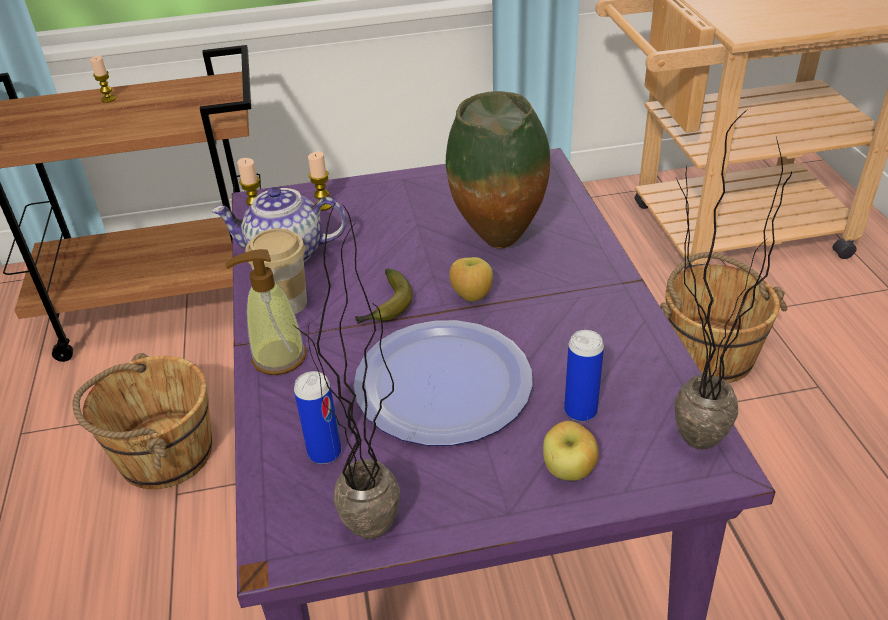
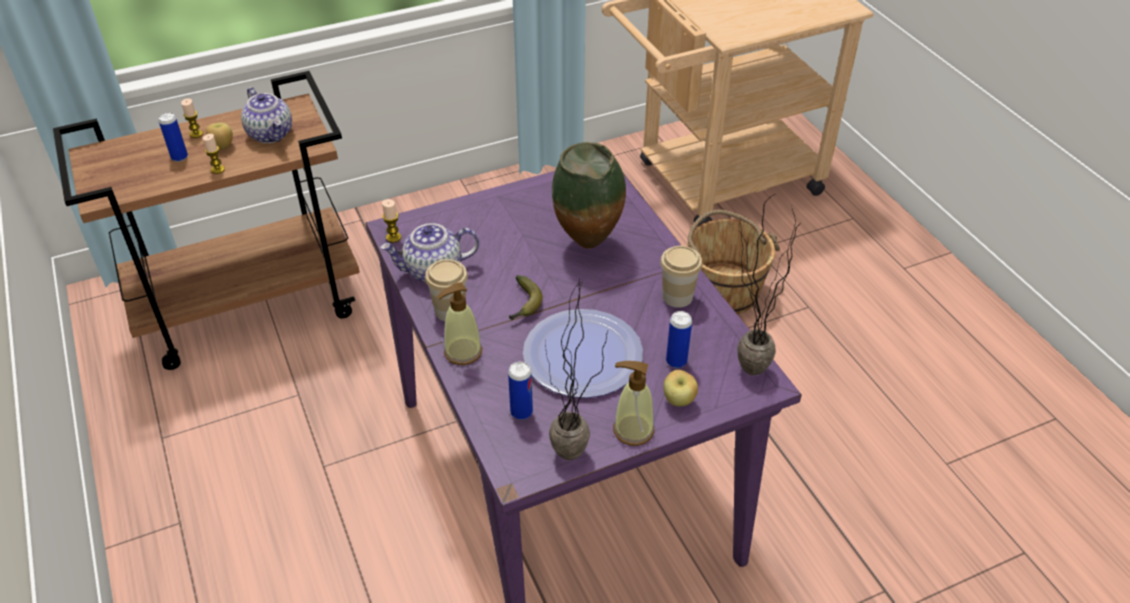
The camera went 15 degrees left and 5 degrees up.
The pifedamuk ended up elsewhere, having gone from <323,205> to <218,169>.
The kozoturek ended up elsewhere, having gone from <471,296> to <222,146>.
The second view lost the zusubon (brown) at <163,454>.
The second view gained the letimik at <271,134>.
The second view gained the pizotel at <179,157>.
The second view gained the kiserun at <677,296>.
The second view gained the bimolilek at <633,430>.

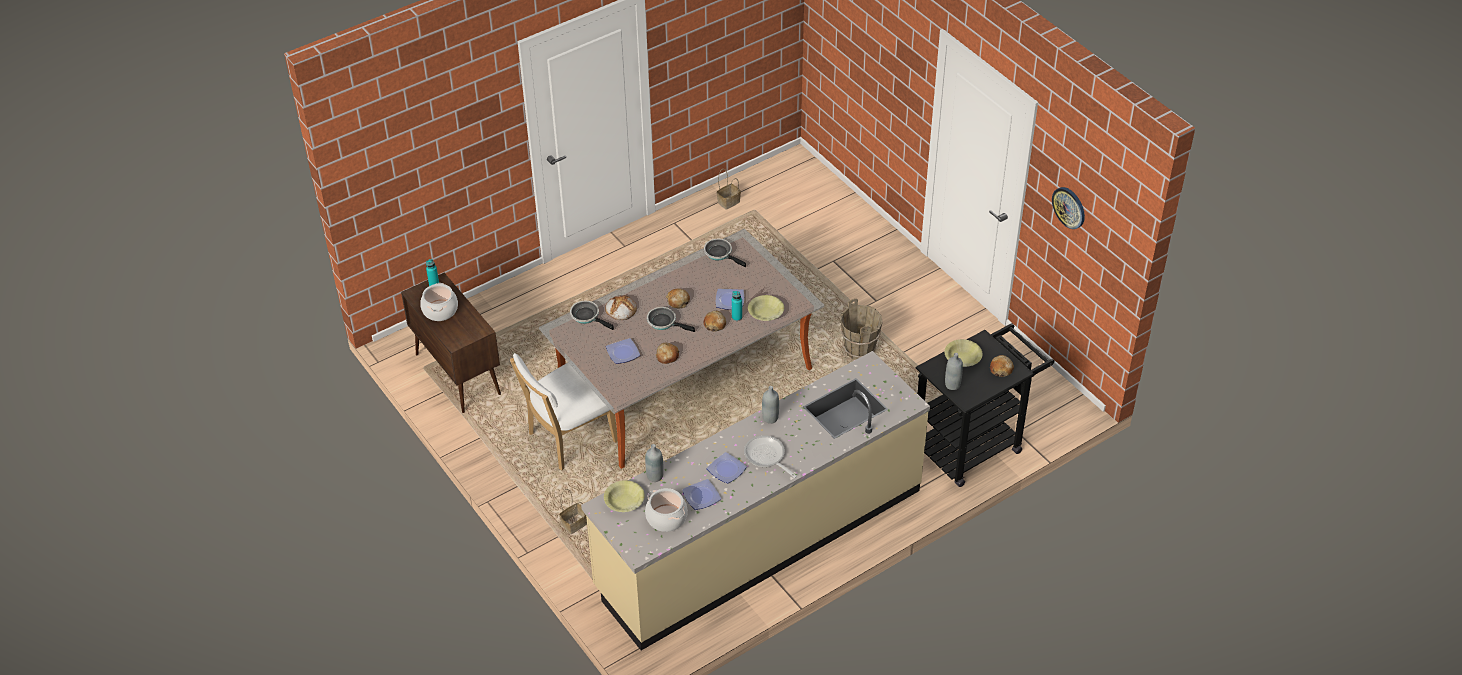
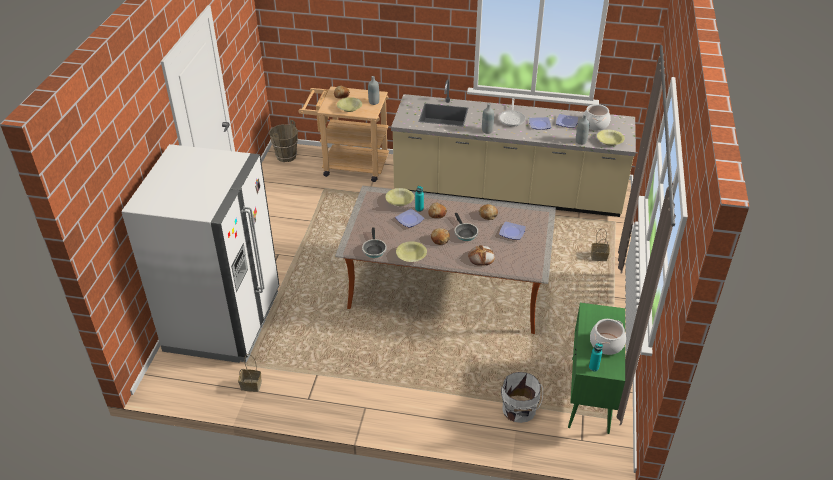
The camera went 135 degrees left and 5 degrees down.
The second view lost the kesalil at <1069,207>.
What was the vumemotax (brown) at <457,374> turned into the vumemotax (green) at <590,395>.
The zusubon (brown) ended up elsewhere, having gone from <859,350> to <286,156>.
The second view lost the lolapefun at <587,316>.
What was the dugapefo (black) at <974,443> turned into the dugapefo (beige) at <349,165>.
The second view lost the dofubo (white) at <568,439>.
The second view gained the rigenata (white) at <223,321>.
The second view gained the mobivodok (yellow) at <411,256>.
The second view gained the zusubon (white) at <519,410>.

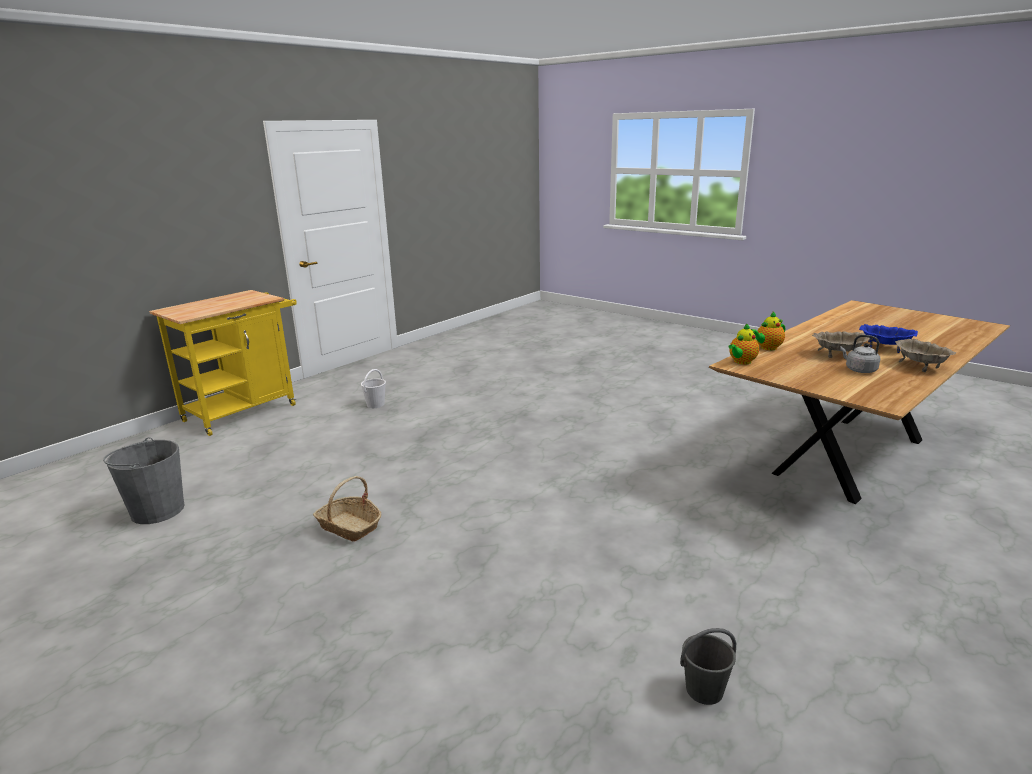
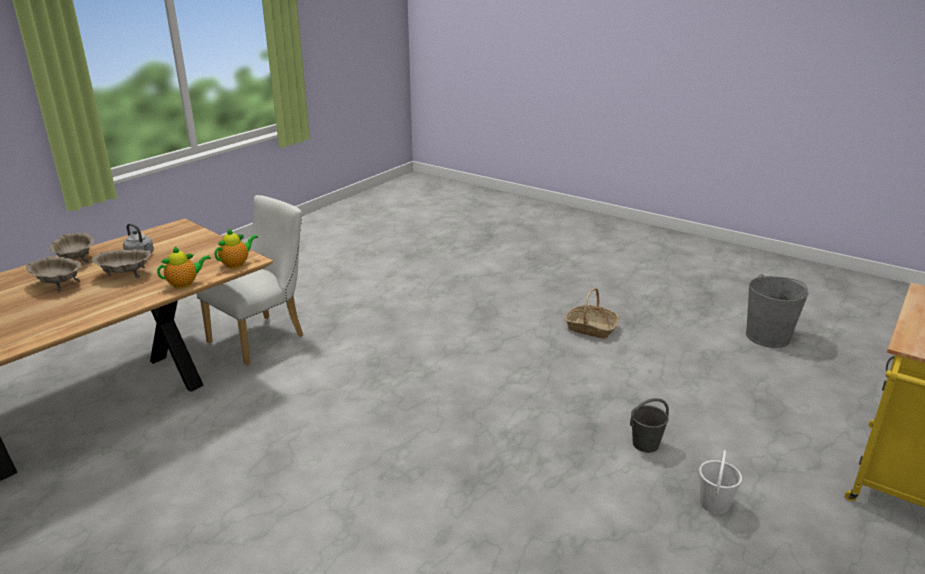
The camera went 175 degrees right and 5 degrees up.
What was the mobivodok (blue) at <884,348> turned into the mobivodok (beige) at <58,284>.
The zusubon (grey) ended up elsewhere, having gone from <703,690> to <646,444>.
The second view gained the dofubo (white) at <263,337>.

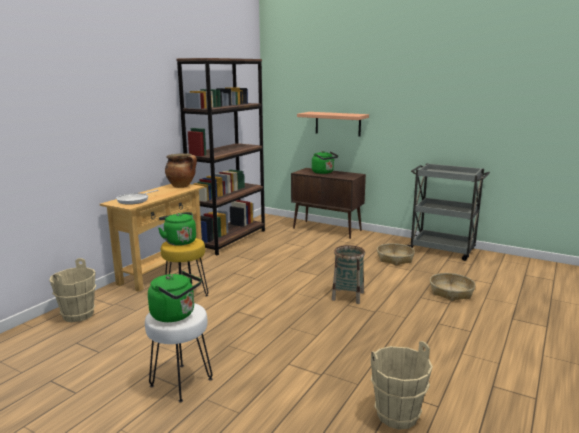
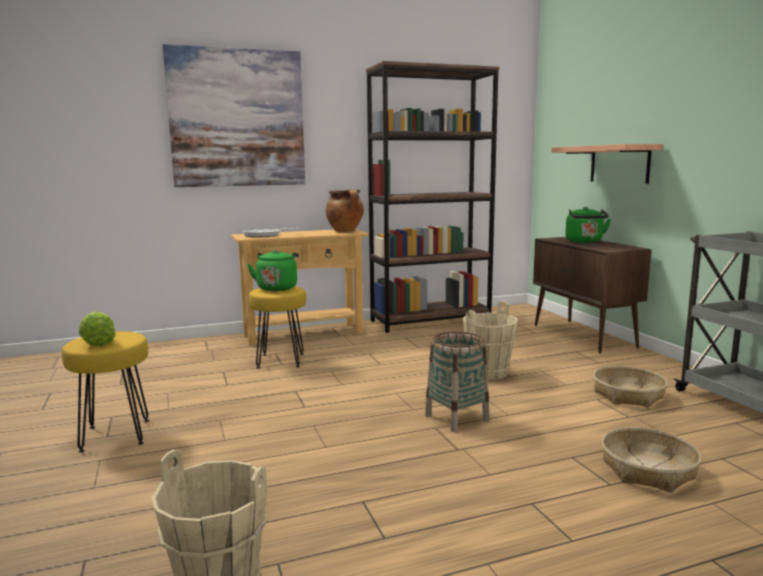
The camera went 40 degrees right and 5 degrees down.
The zusubon (beige) ended up elsewhere, having gone from <79,315> to <489,373>.
Where the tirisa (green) stood at <175,315>, the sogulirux came to stand at <99,341>.
What was the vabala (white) at <181,383> turned into the vabala (yellow) at <114,436>.
The second view gained the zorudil at <237,118>.

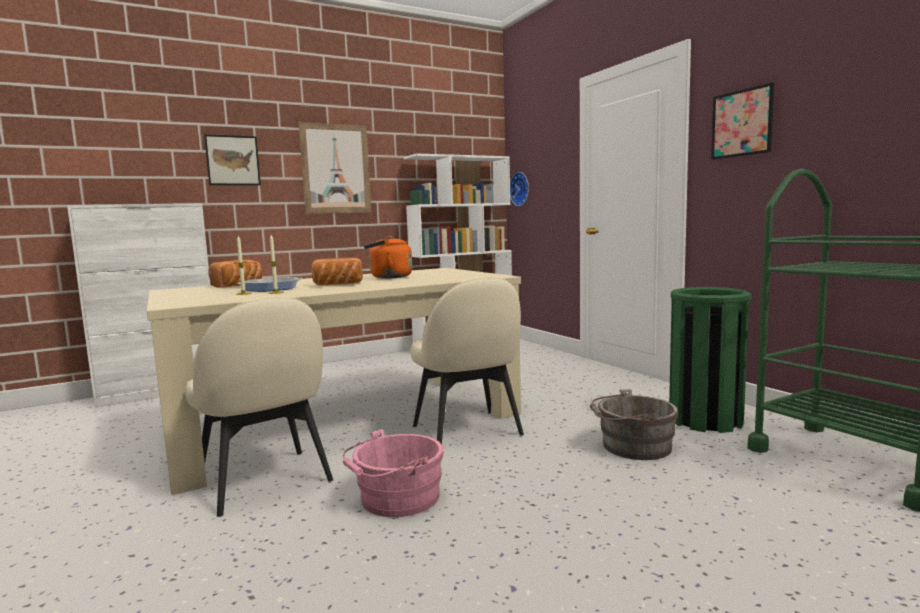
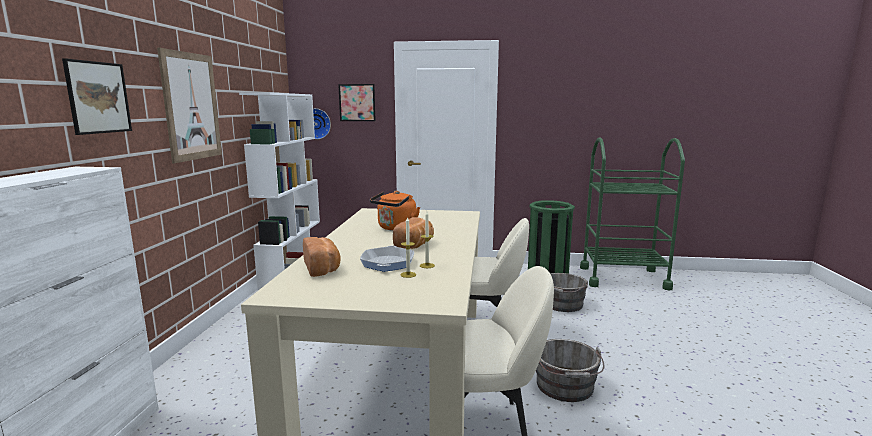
The camera went 55 degrees left and 5 degrees up.
The zorudil ended up elsewhere, having gone from <742,123> to <357,102>.
What was the zusubon (pink) at <396,499> turned into the zusubon (grey) at <565,388>.

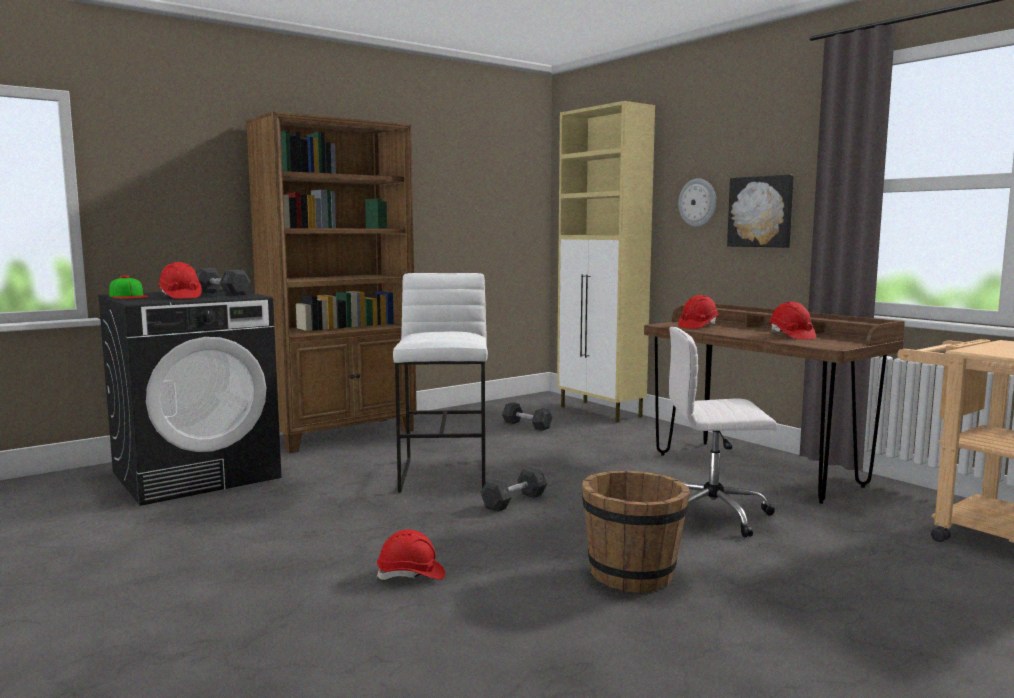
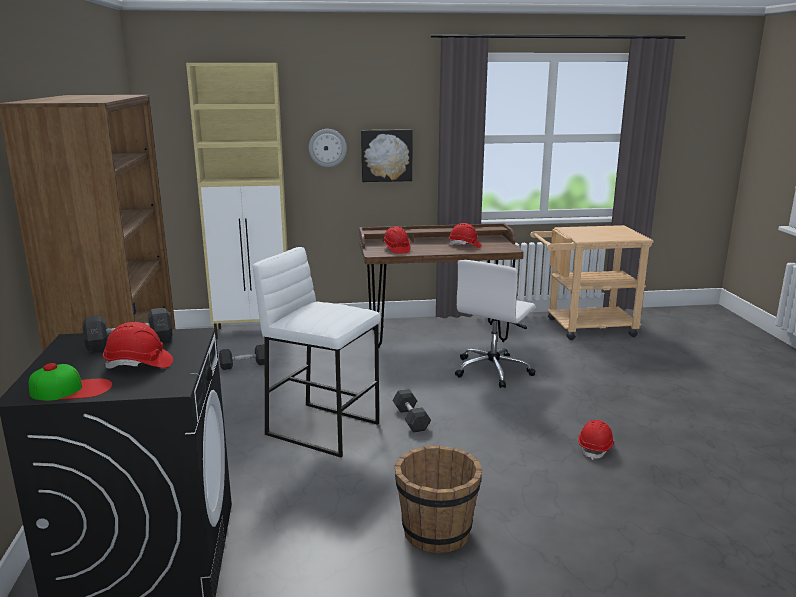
The camera went 60 degrees left and 10 degrees up.
The zusubon (brown) ended up elsewhere, having gone from <632,574> to <436,531>.
The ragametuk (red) ended up elsewhere, having gone from <411,575> to <595,448>.

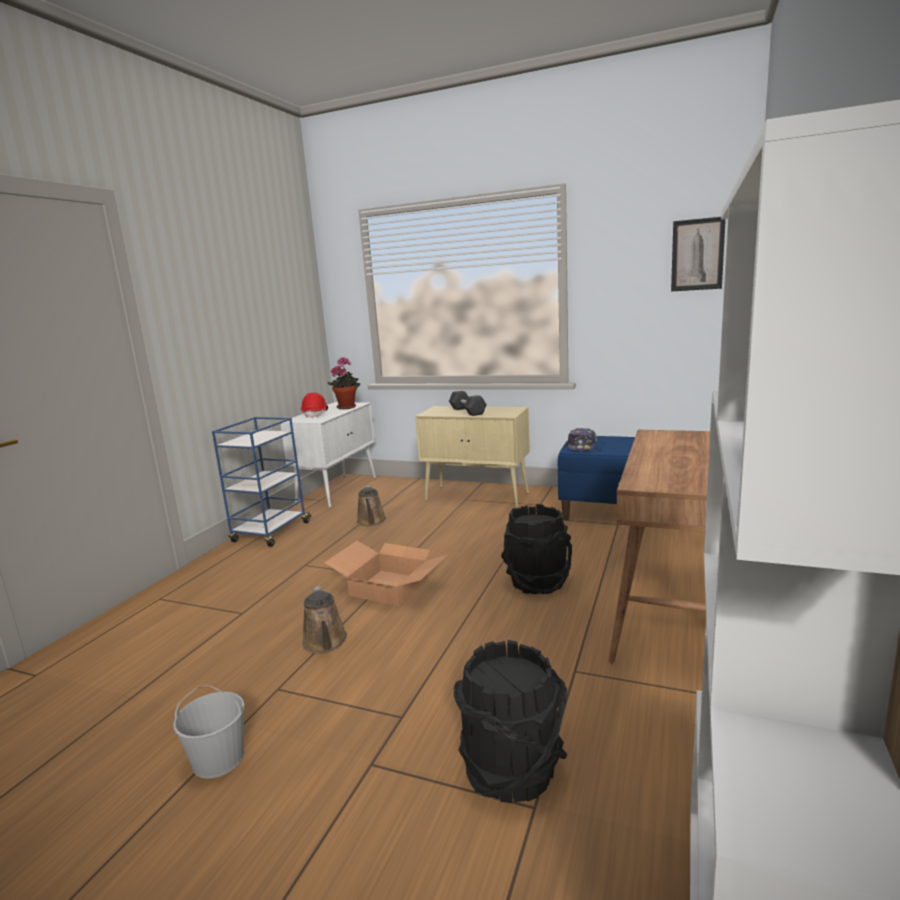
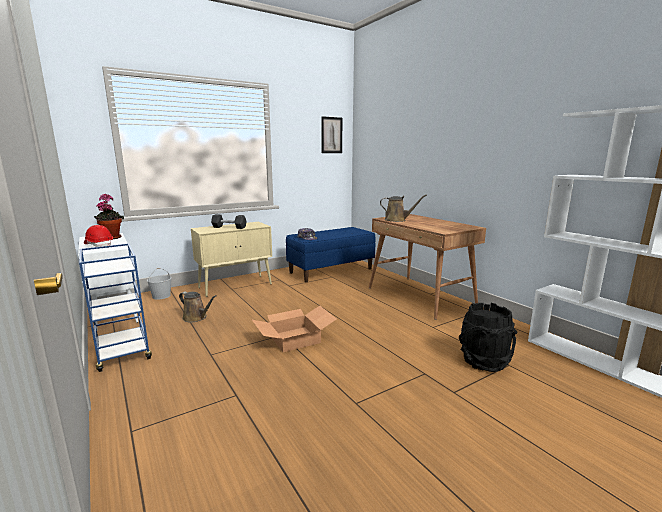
The camera went 55 degrees left and 0 degrees up.
The second view lost the zusubon (black) at <538,582>.
The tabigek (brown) ended up elsewhere, having gone from <325,643> to <397,220>.
The zusubon (white) ended up elsewhere, having gone from <219,758> to <161,296>.

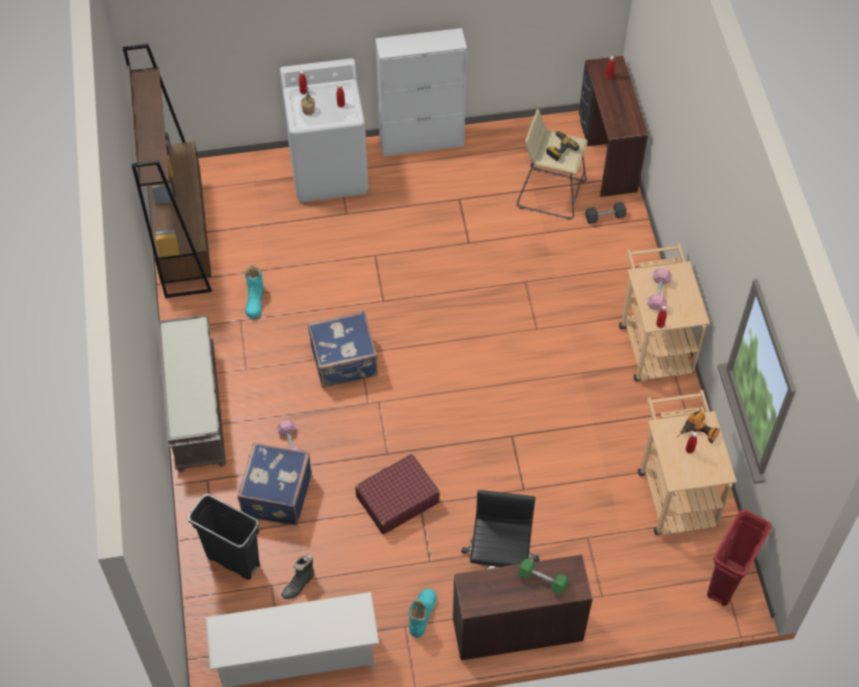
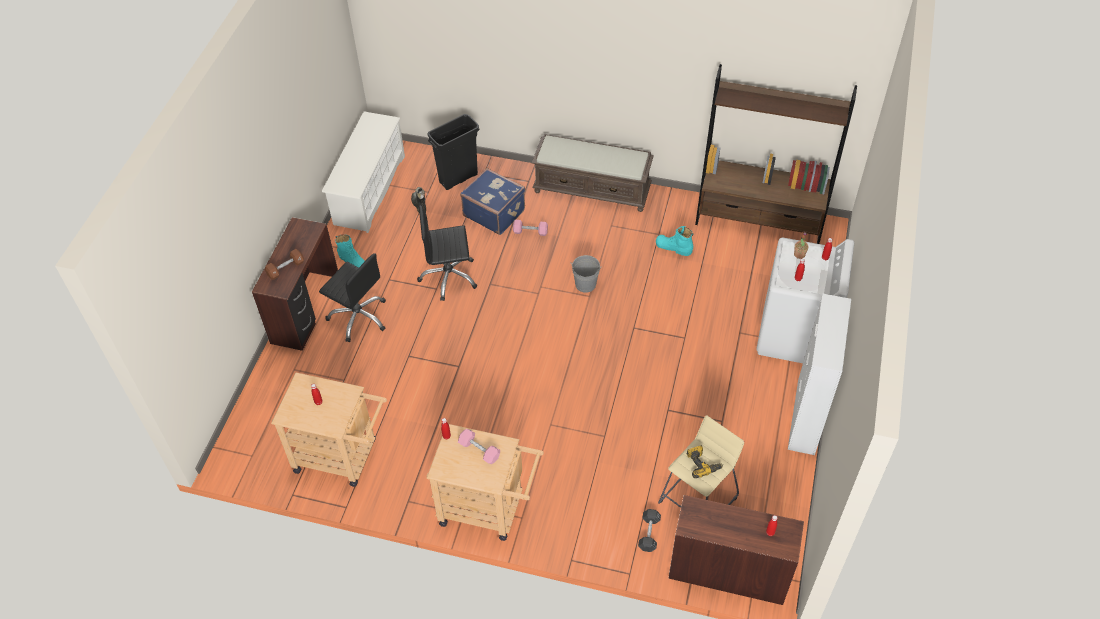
The camera went 115 degrees right and 5 degrees down.
Where the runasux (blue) stood at <345,362>, the zusubon (grey) came to stand at <585,284>.
The second view lost the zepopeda at <699,433>.
Where the runasux (red) stood at <397,499>, the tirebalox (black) came to stand at <449,277>.
The second view lost the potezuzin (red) at <727,582>.
What was the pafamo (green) at <542,580> turned into the pafamo (brown) at <285,268>.

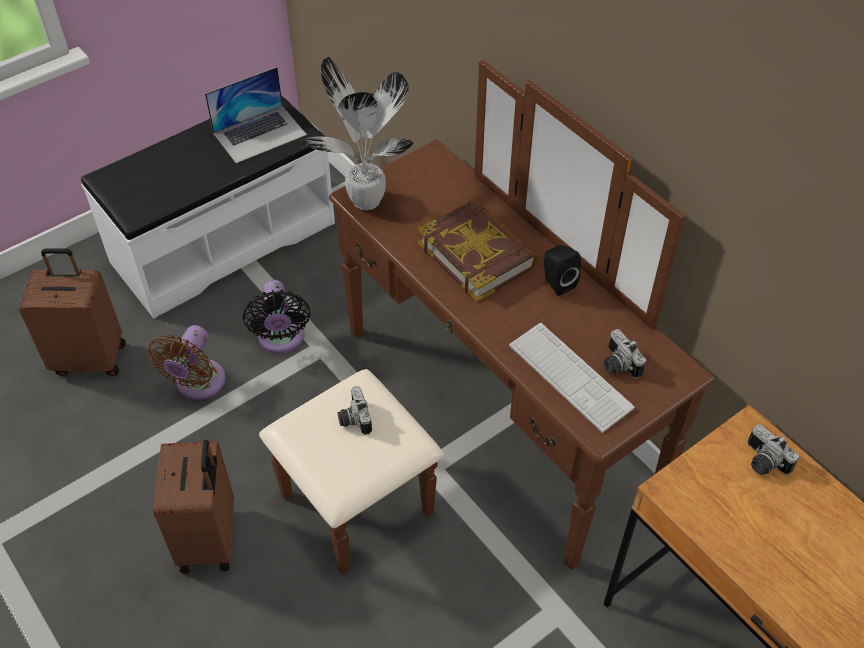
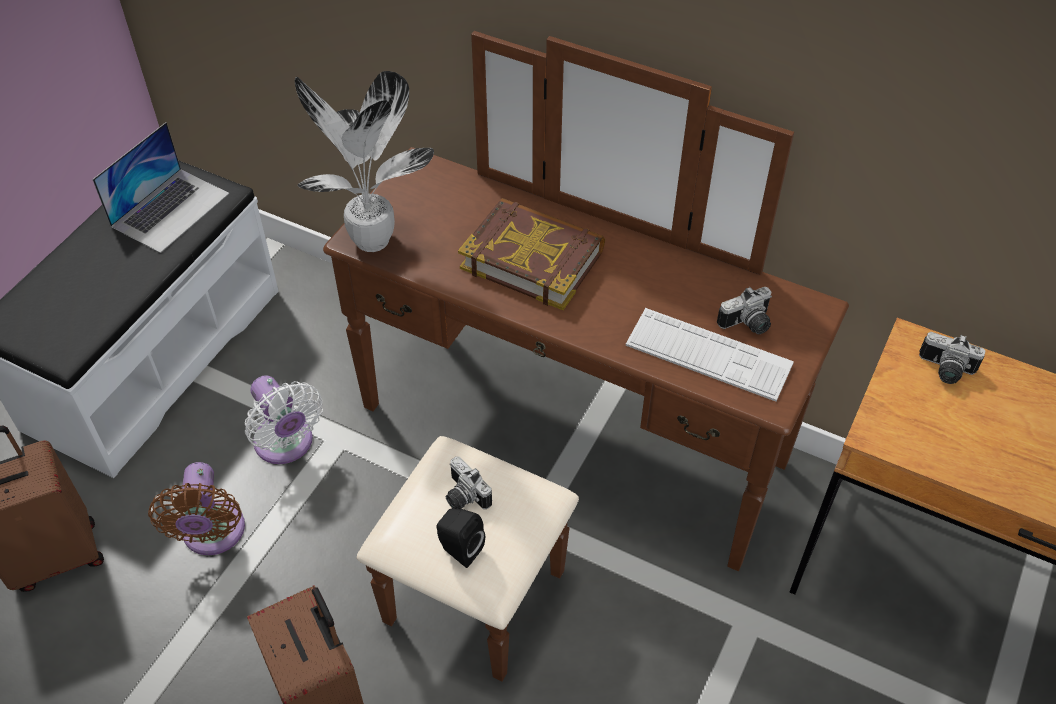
The camera went 25 degrees left and 0 degrees up.
The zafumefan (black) ended up elsewhere, having gone from <557,282> to <459,549>.
What was the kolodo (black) at <281,339> turned into the kolodo (white) at <286,445>.
The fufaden at <617,365> ended up facing another way, 60 degrees counterclockwise from before.

